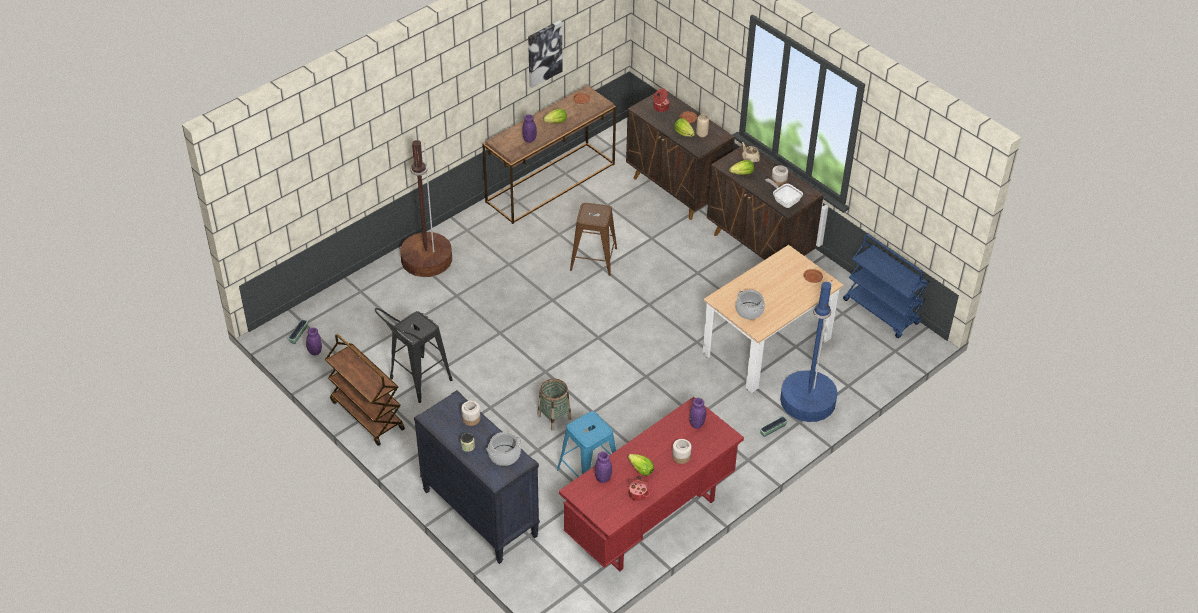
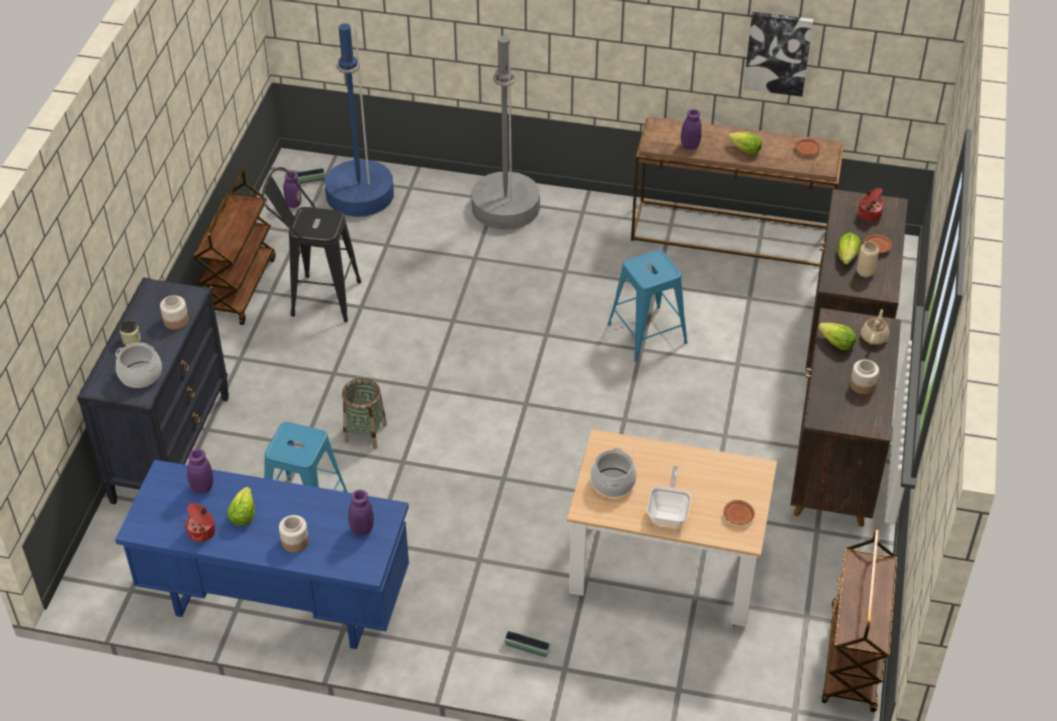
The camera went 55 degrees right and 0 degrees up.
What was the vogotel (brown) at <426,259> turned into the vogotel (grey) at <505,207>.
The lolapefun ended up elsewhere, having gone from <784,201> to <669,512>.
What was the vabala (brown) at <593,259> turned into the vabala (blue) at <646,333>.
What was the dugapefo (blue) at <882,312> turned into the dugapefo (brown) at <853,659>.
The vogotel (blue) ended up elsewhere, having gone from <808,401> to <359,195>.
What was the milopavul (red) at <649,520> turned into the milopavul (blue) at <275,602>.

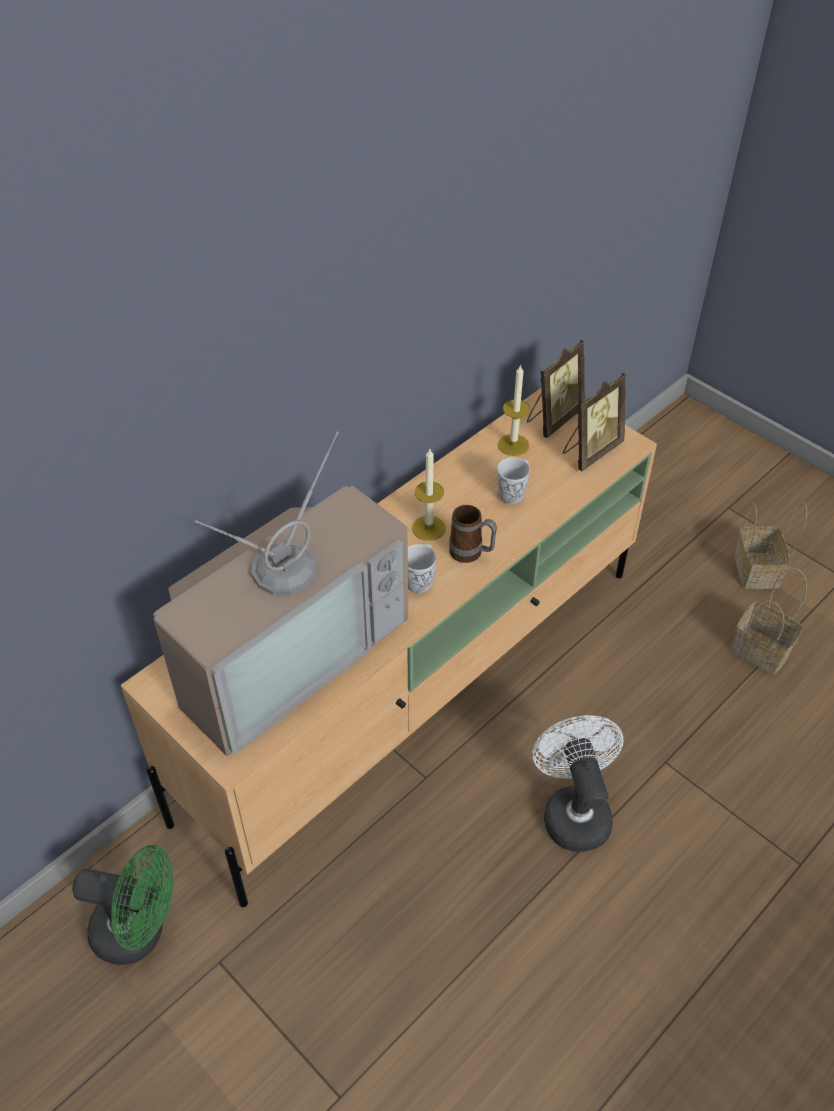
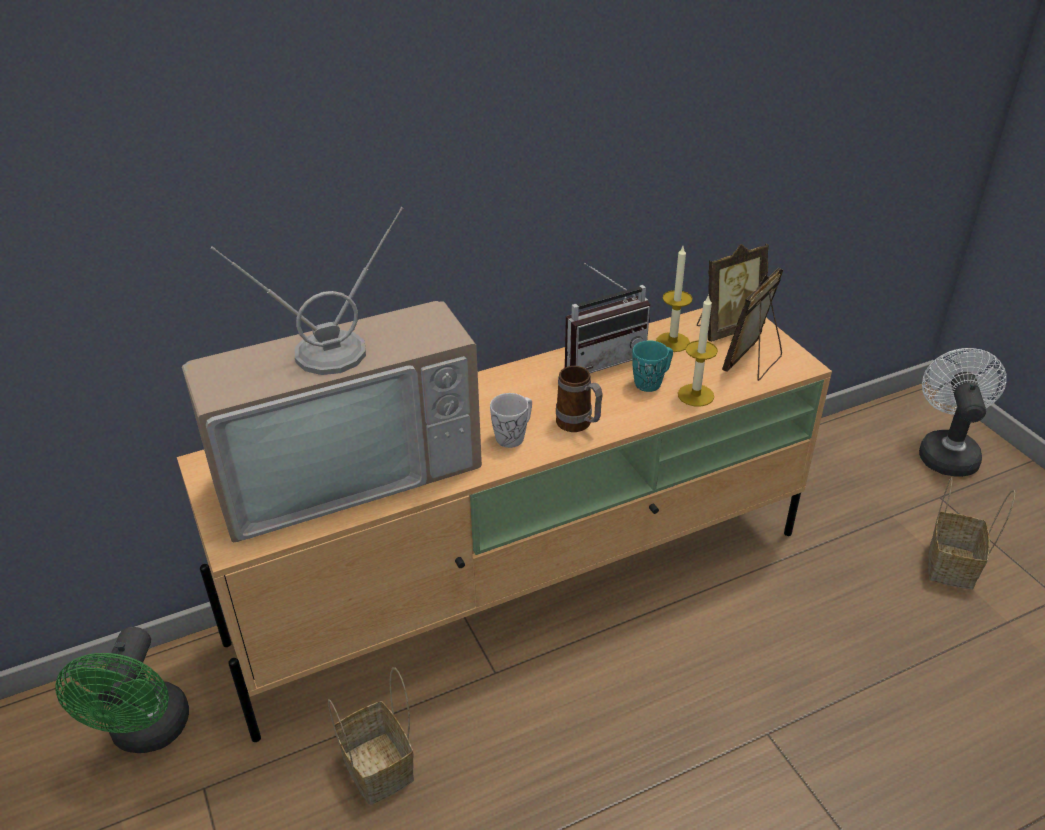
The camera went 20 degrees right and 10 degrees down.
The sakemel at <590,451> ended up facing another way, 150 degrees clockwise from before.
The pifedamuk ended up elsewhere, having gone from <428,528> to <695,395>.
What was the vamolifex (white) at <514,492> turned into the vamolifex (turquoise) at <652,382>.
The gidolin ended up elsewhere, having gone from <763,650> to <380,769>.
The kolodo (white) ended up elsewhere, having gone from <573,810> to <946,451>.
The kolodo (green) at <140,932> ended up facing another way, 60 degrees clockwise from before.
The second view gained the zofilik at <601,358>.

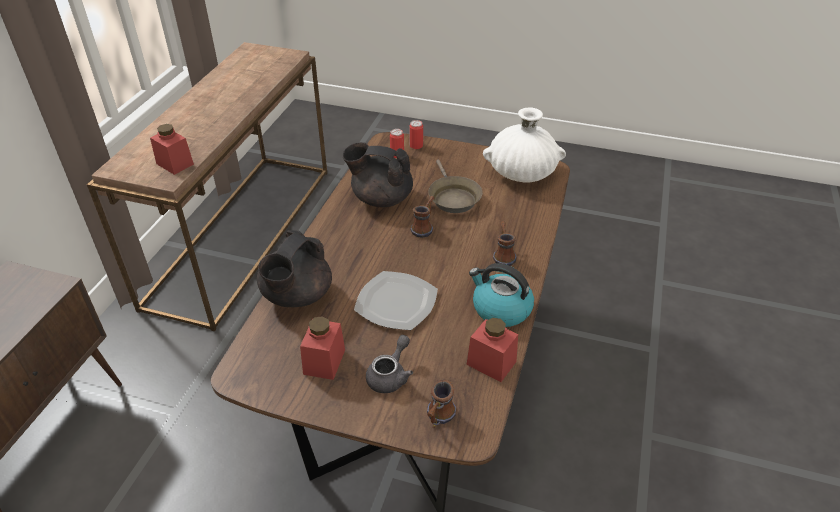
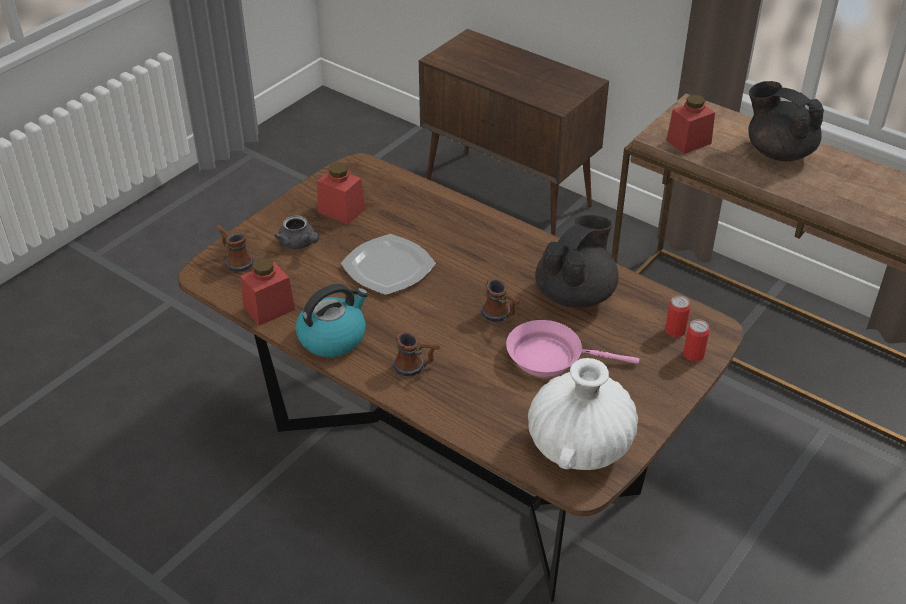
The camera went 110 degrees right and 0 degrees up.
What was the lolapefun (brown) at <452,197> turned into the lolapefun (pink) at <550,357>.
The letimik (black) ended up elsewhere, having gone from <296,296> to <778,152>.

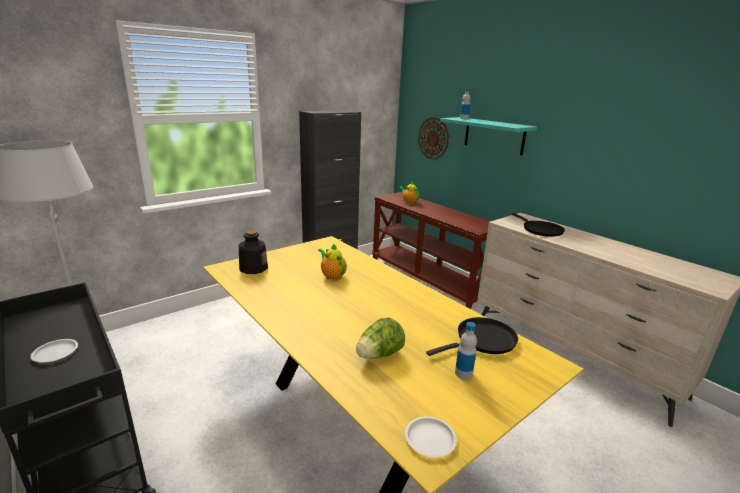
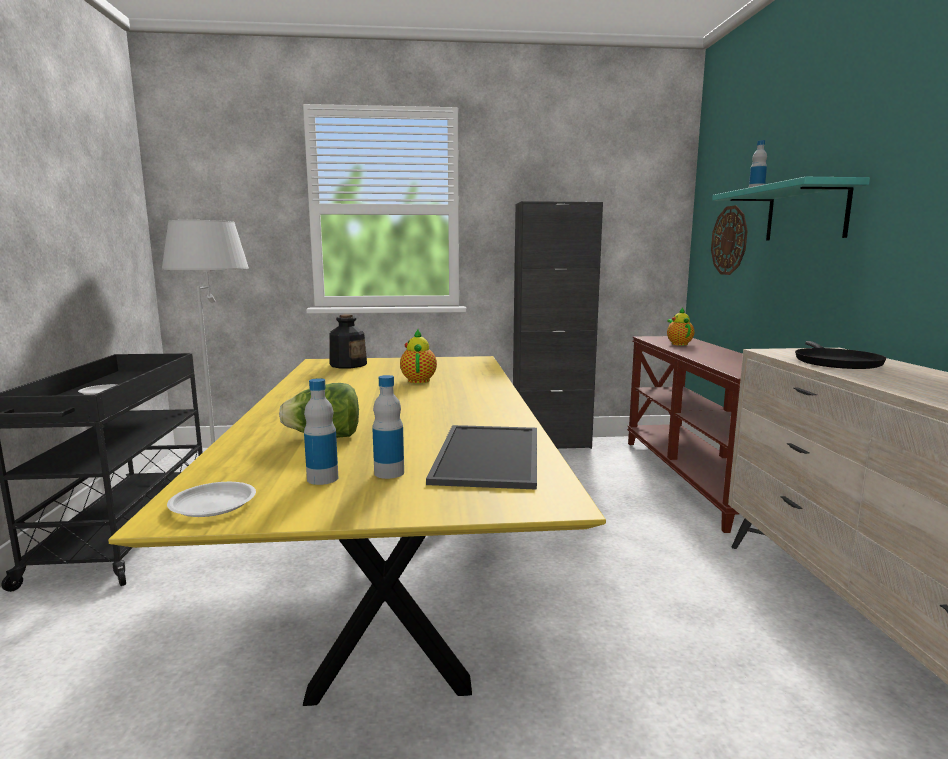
The camera went 35 degrees right and 10 degrees down.
Where the lolapefun (black) stood at <483,340>, the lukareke came to stand at <491,456>.
The second view gained the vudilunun at <322,478>.

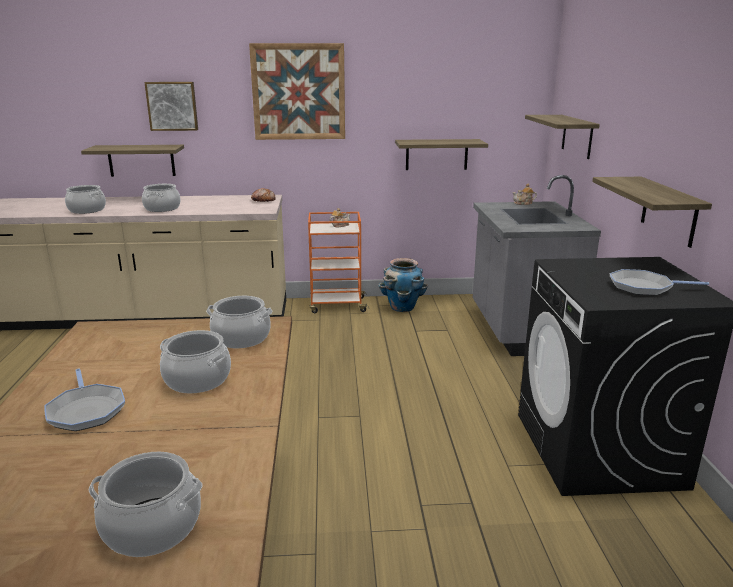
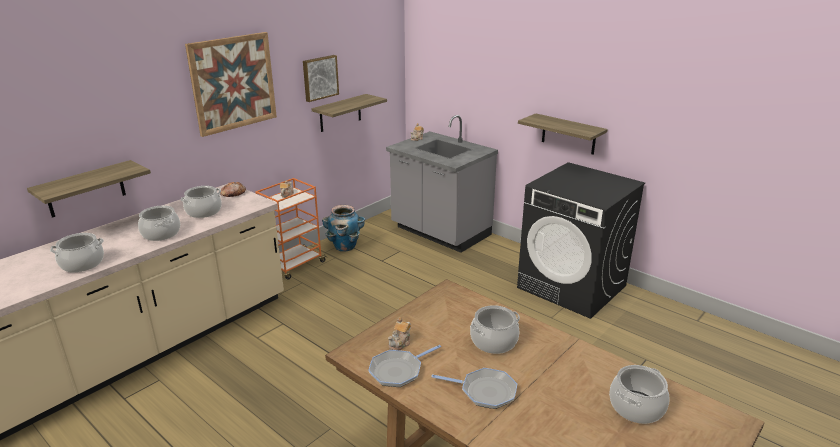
The camera went 45 degrees left and 5 degrees up.
The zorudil ended up elsewhere, having gone from <172,106> to <319,77>.
The second view lost the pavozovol at <577,136>.
The lolapefun ended up elsewhere, having gone from <644,287> to <398,371>.
The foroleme ended up elsewhere, having gone from <241,338> to <204,212>.
The second view gained the letimik at <400,343>.

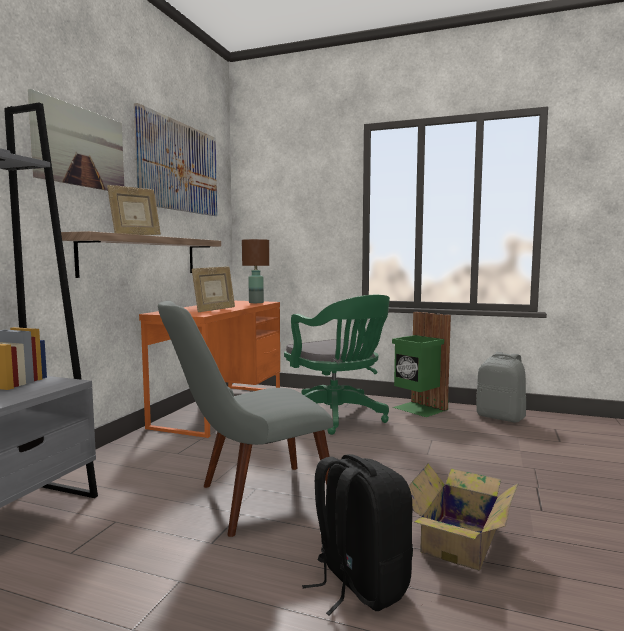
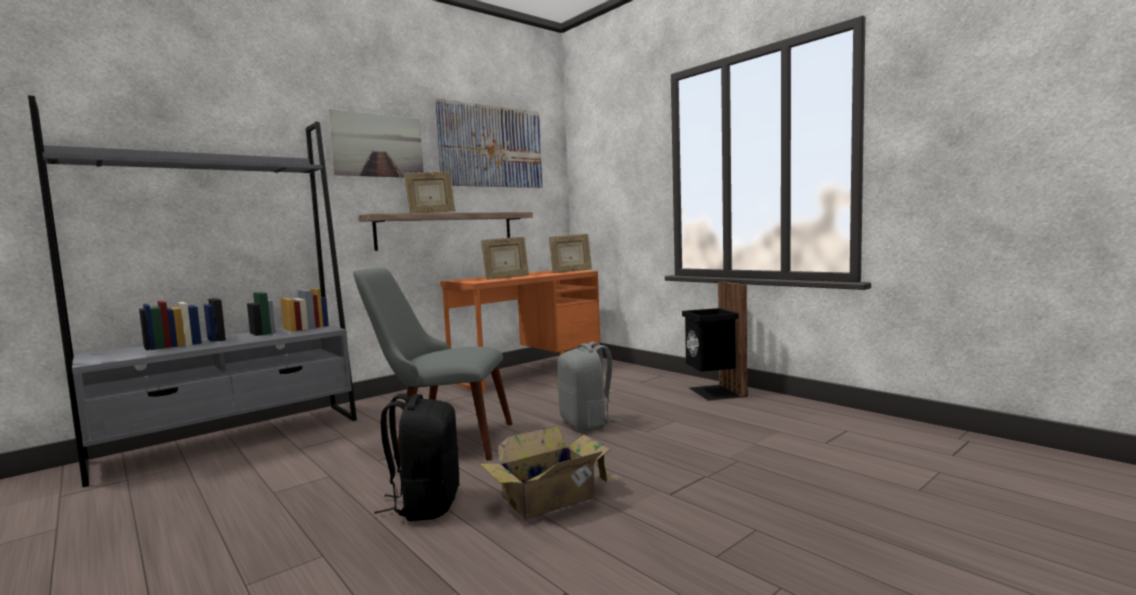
The camera went 30 degrees right and 0 degrees up.
Where the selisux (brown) stood at <256,302>, the sakemel came to stand at <571,271>.
The second view lost the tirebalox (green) at <337,417>.
What was the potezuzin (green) at <418,409> turned into the potezuzin (black) at <714,392>.
The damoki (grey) ended up elsewhere, having gone from <501,417> to <587,423>.

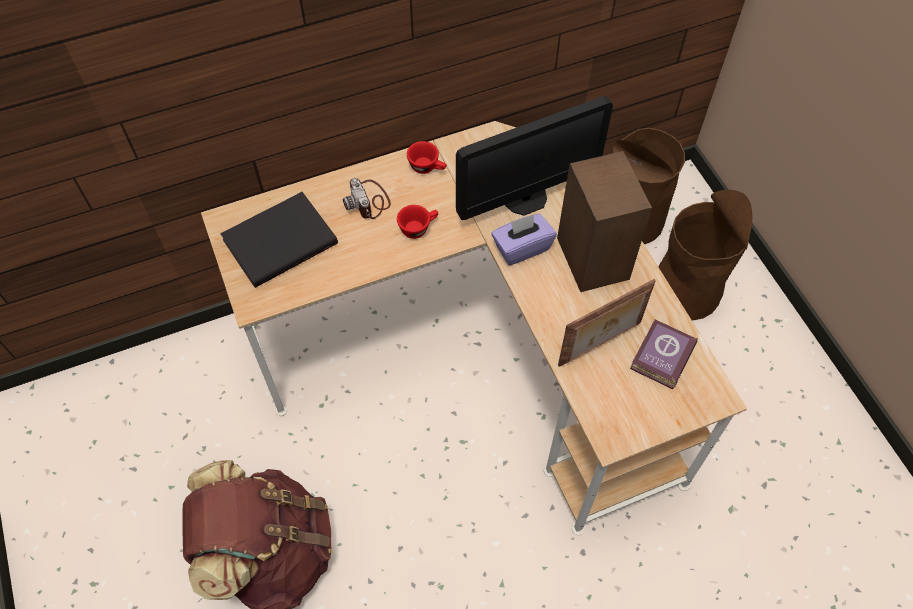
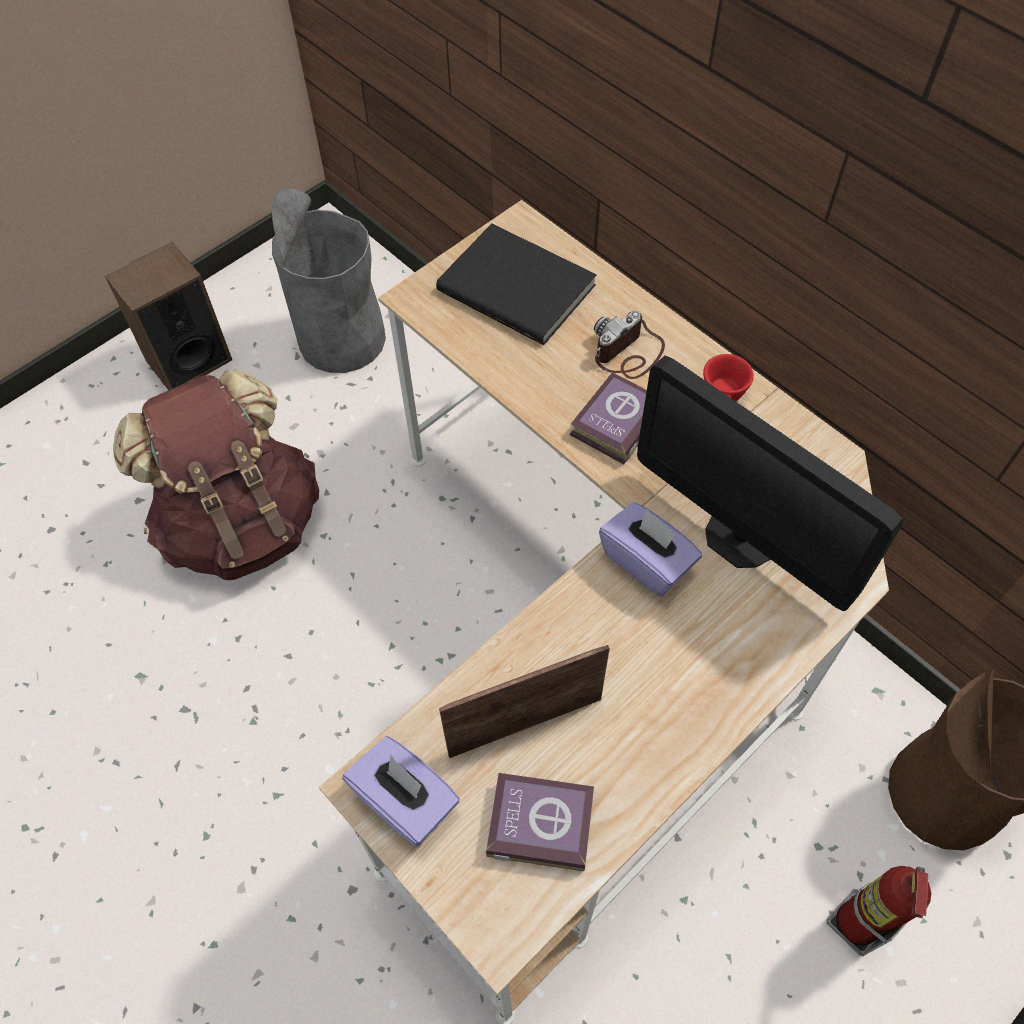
The camera went 70 degrees right and 0 degrees up.
The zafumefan ended up elsewhere, having gone from <592,259> to <188,360>.
Where the potezuzin (brown) stood at <686,291>, the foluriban came to stand at <855,924>.
Where the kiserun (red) stood at <418,228>, the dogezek came to stand at <615,423>.
The sakemel at <601,344> ended up facing another way, 120 degrees clockwise from before.
The second view gained the potezuzin (grey) at <342,339>.
The second view gained the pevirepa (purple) at <406,801>.

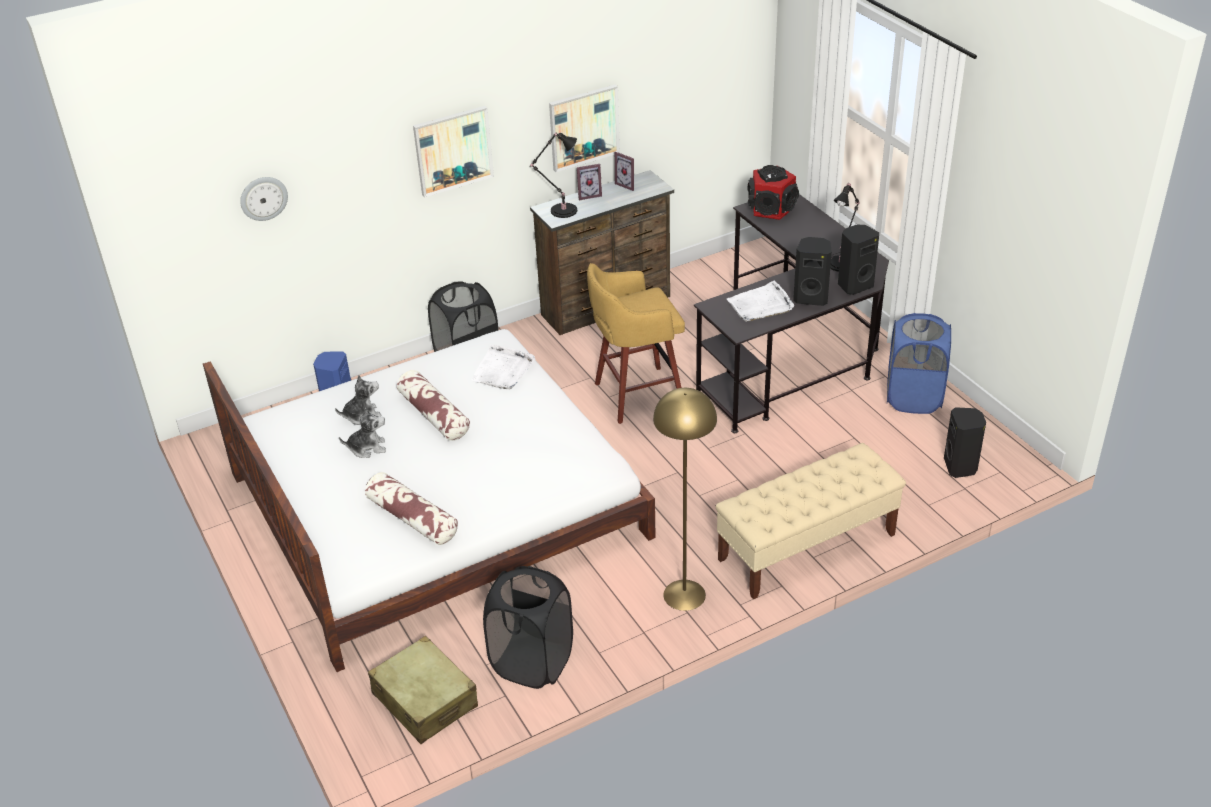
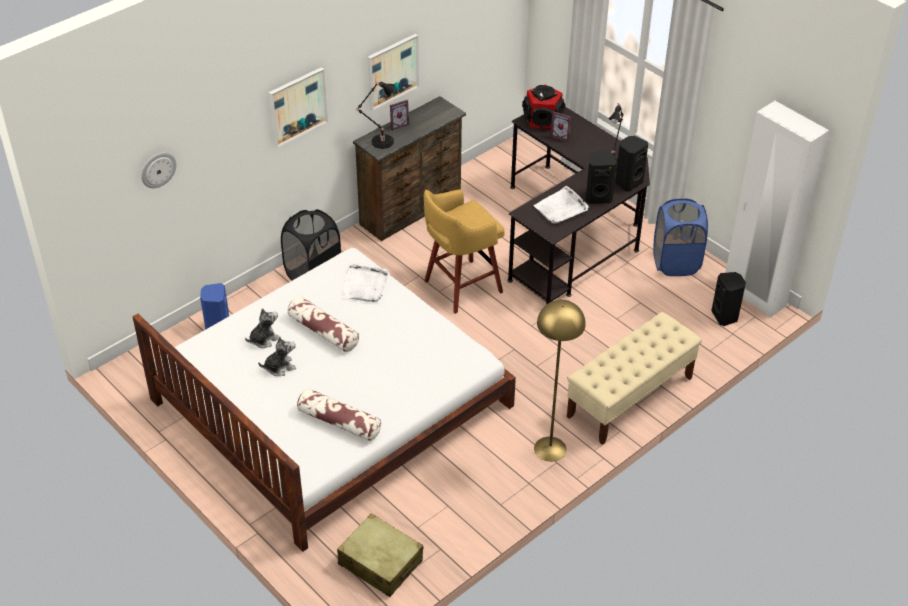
The camera went 15 degrees left and 5 degrees up.
The sakemel ended up elsewhere, having gone from <628,184> to <561,136>.
The second view lost the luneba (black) at <532,662>.
The second view gained the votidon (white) at <753,296>.

